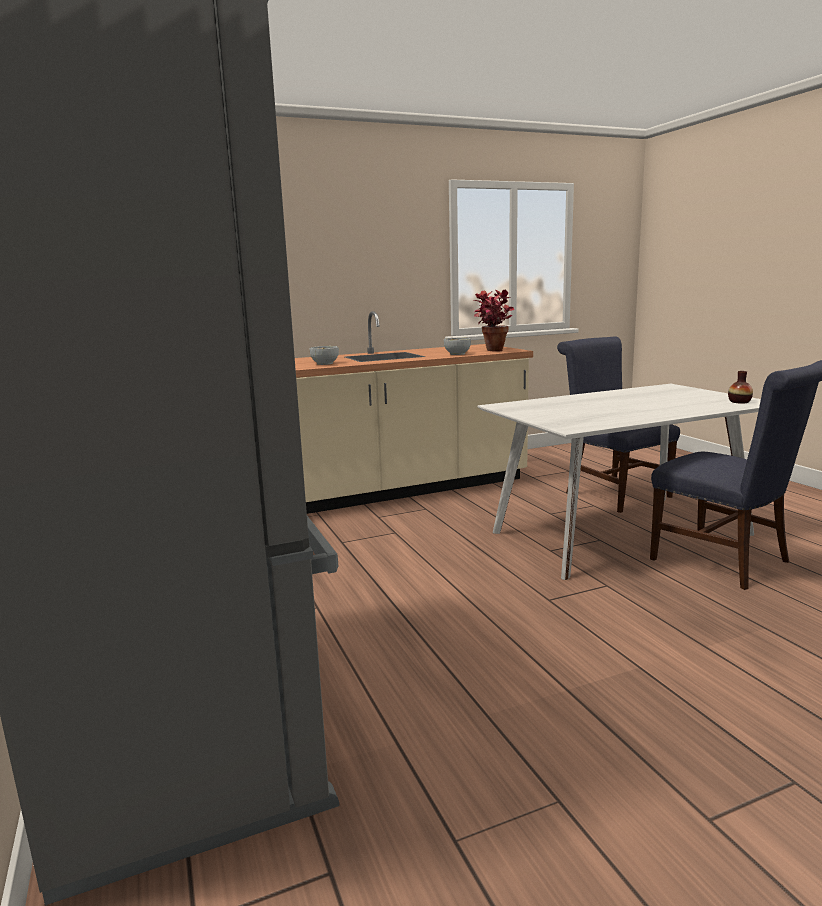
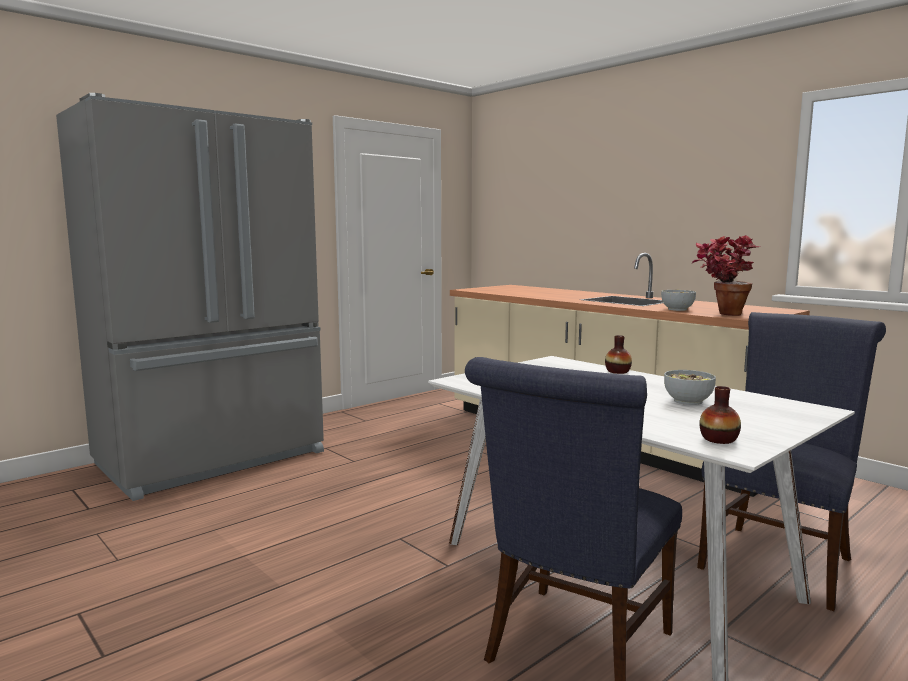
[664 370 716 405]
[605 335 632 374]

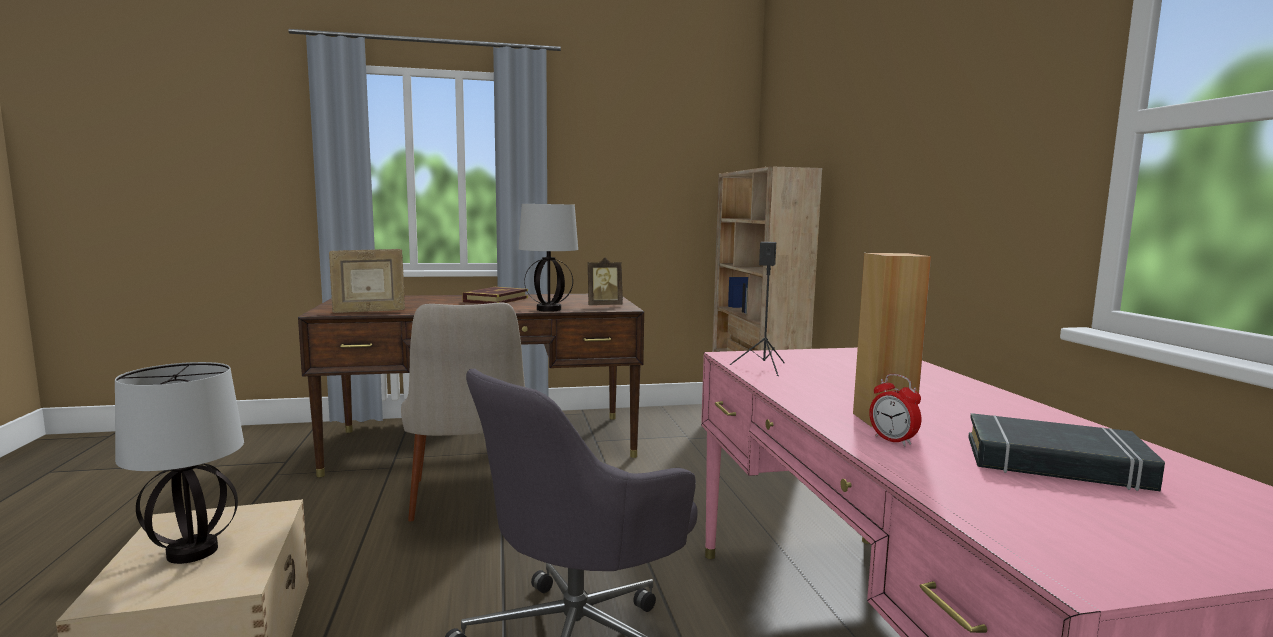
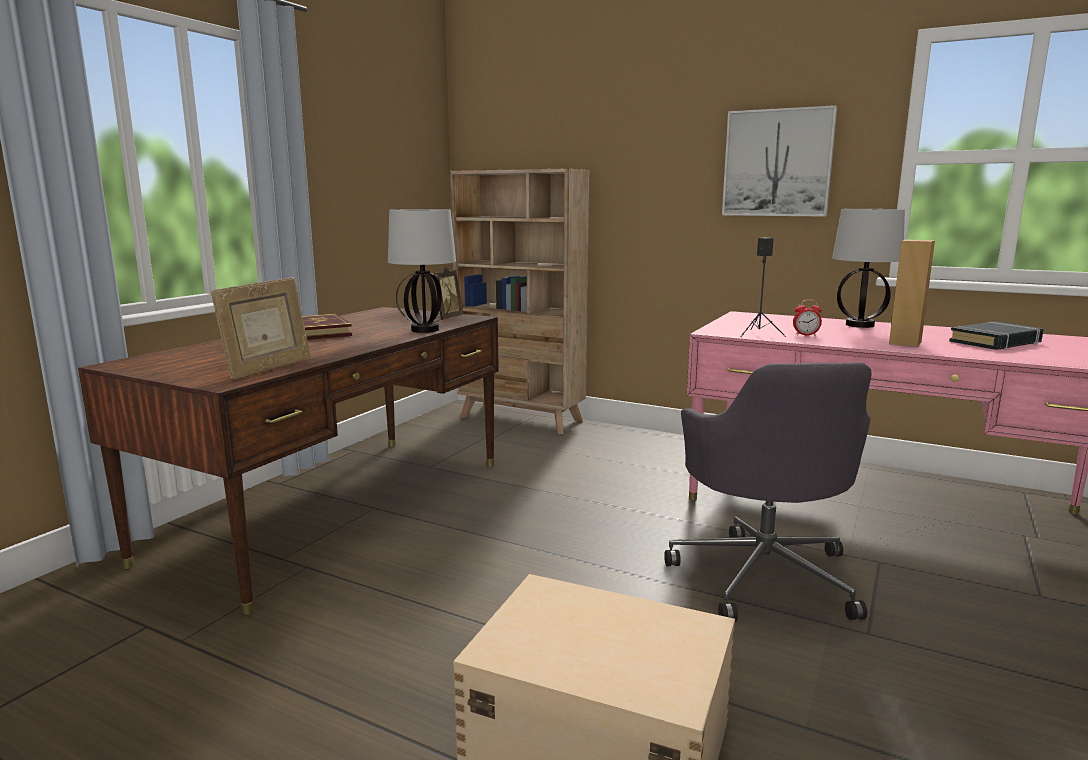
[832 209 905 328]
[401 303 525 521] (first image)
[793 300 822 336]
[722 105 838 217]

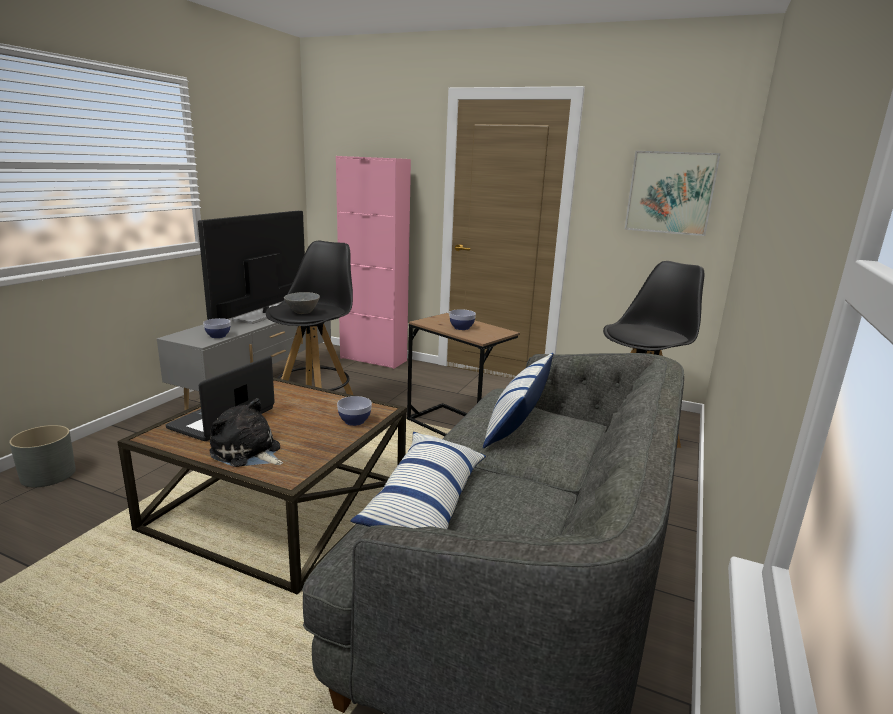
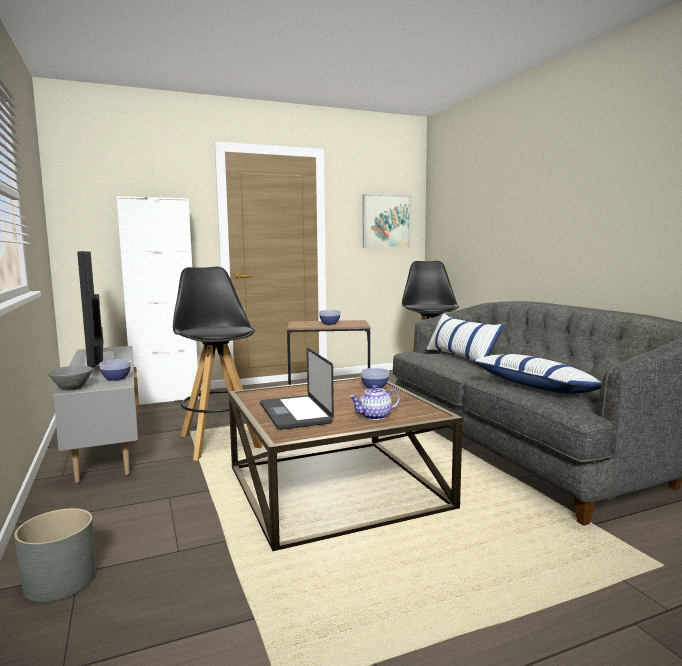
[349 385 400 420]
[48 365 93 390]
[117 196 199 405]

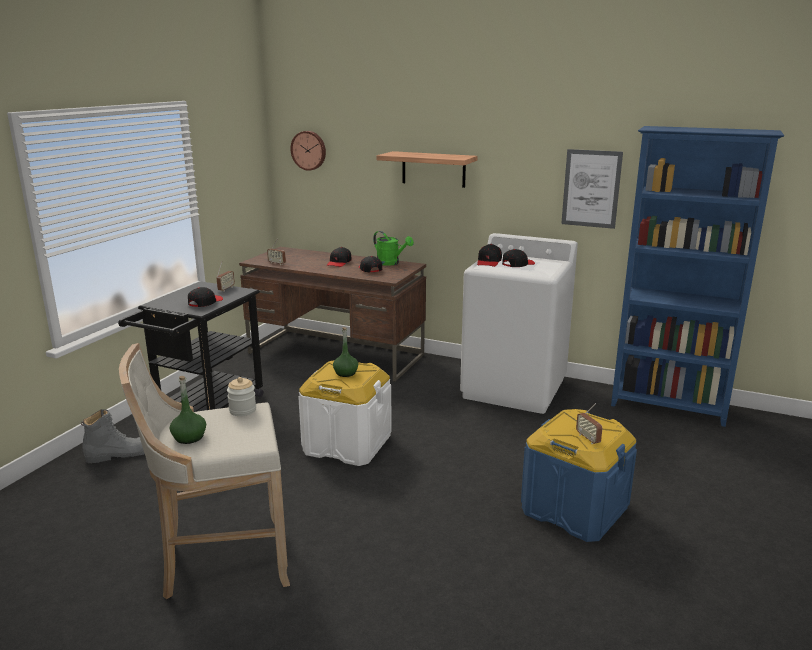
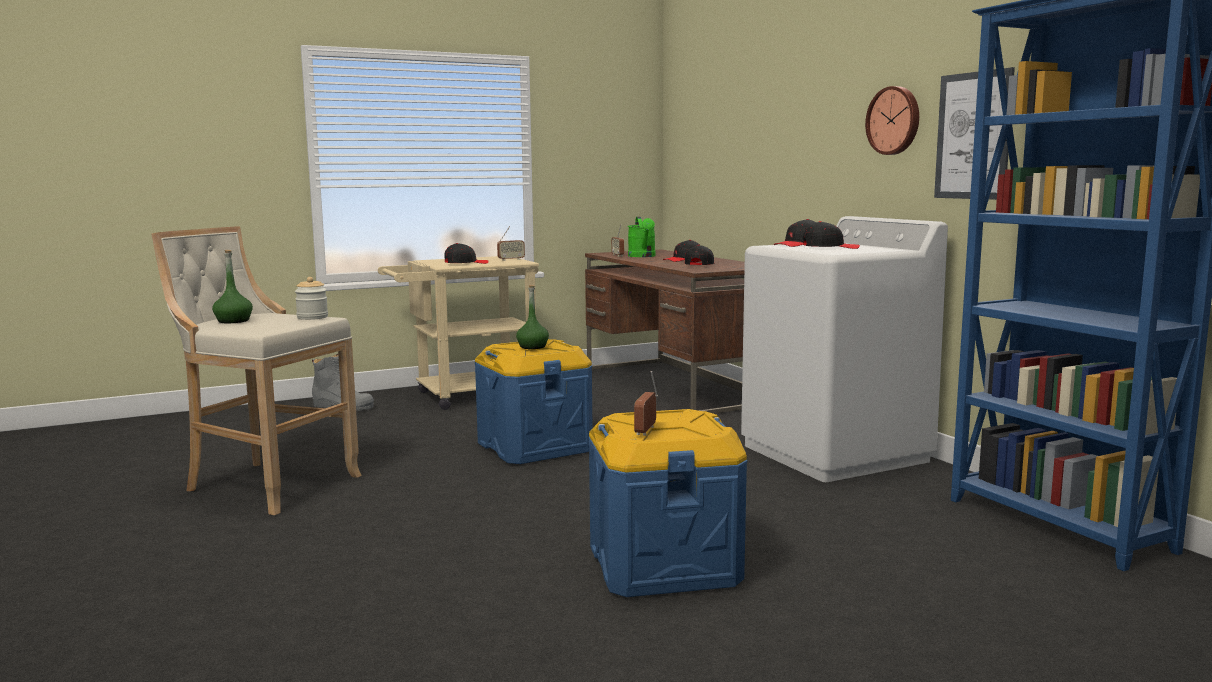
[378 256 539 410]
[865 86 919 155]
[475 339 592 464]
[628 217 656 257]
[376 151 477 188] (first image)

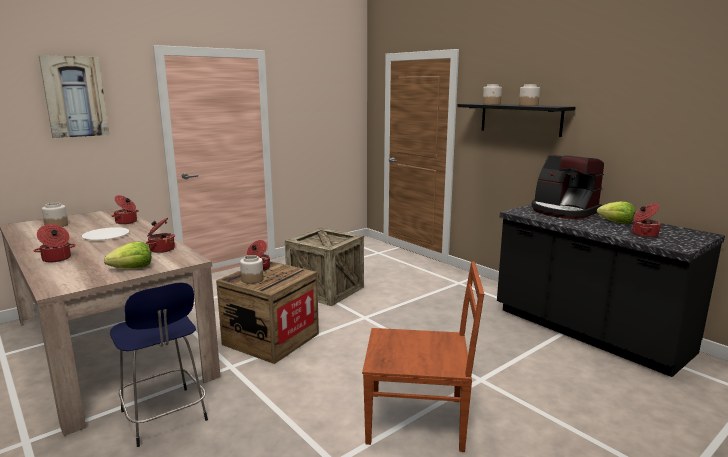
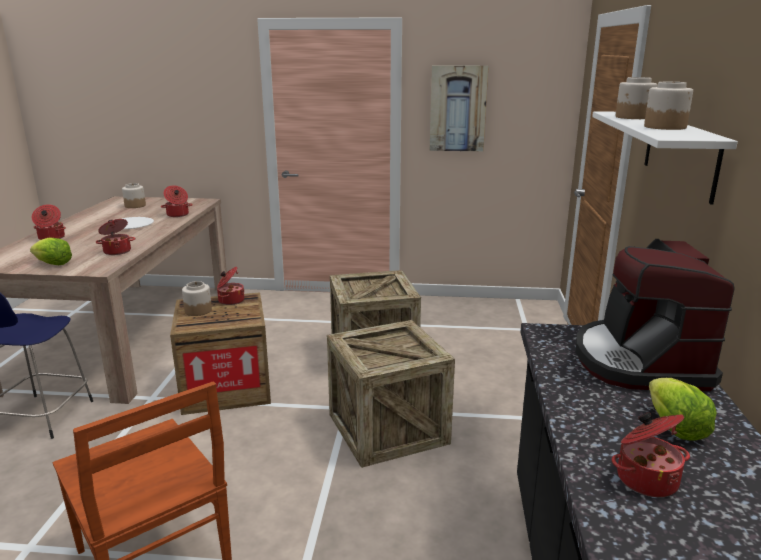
[430 65 489 151]
[592 111 738 205]
[327 320 455 468]

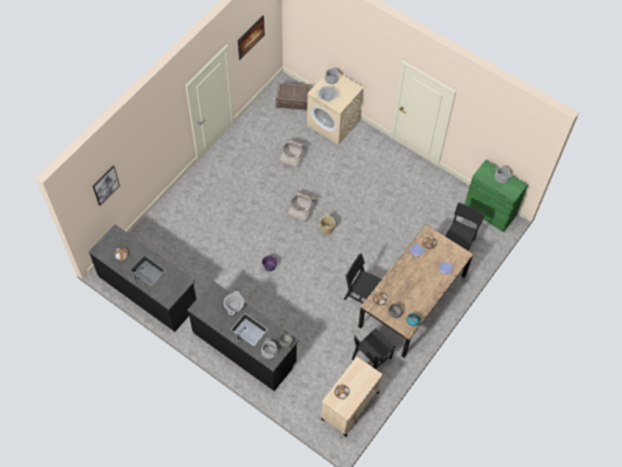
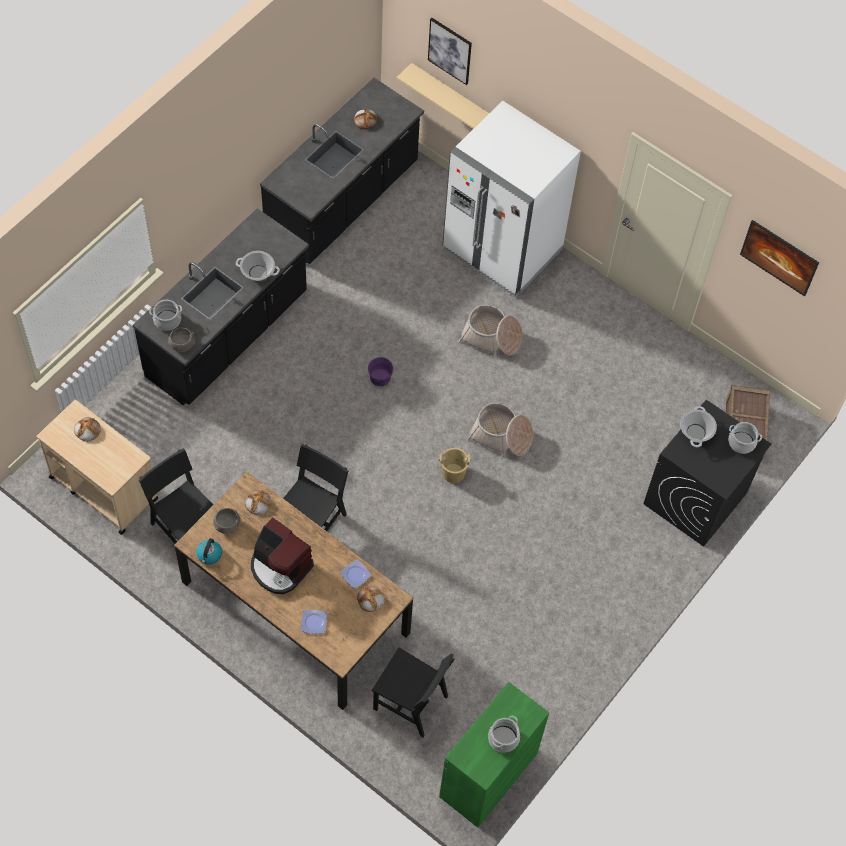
[458 305 523 357]
[643 400 771 547]
[251 517 314 594]
[397 63 489 129]
[443 101 581 297]

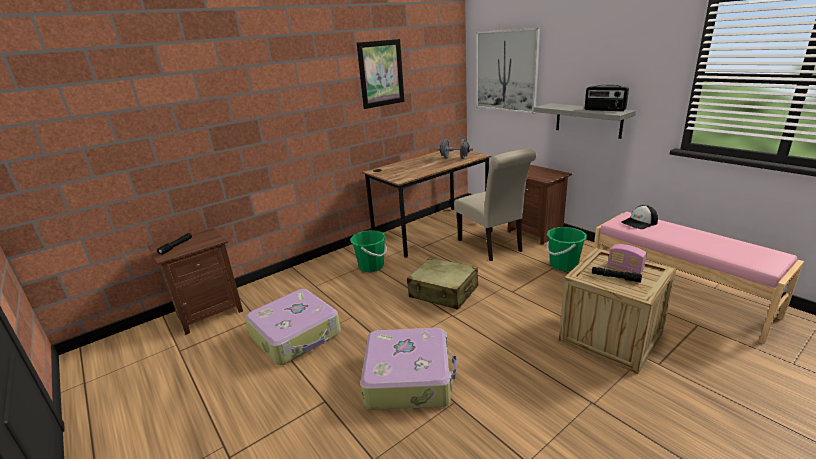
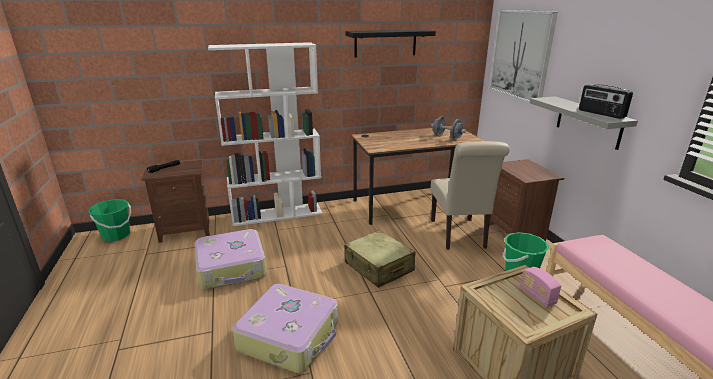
[88 199 131 241]
[345 29 436 57]
[592 267 642 283] (first image)
[621 205 658 229] (first image)
[208 42 323 226]

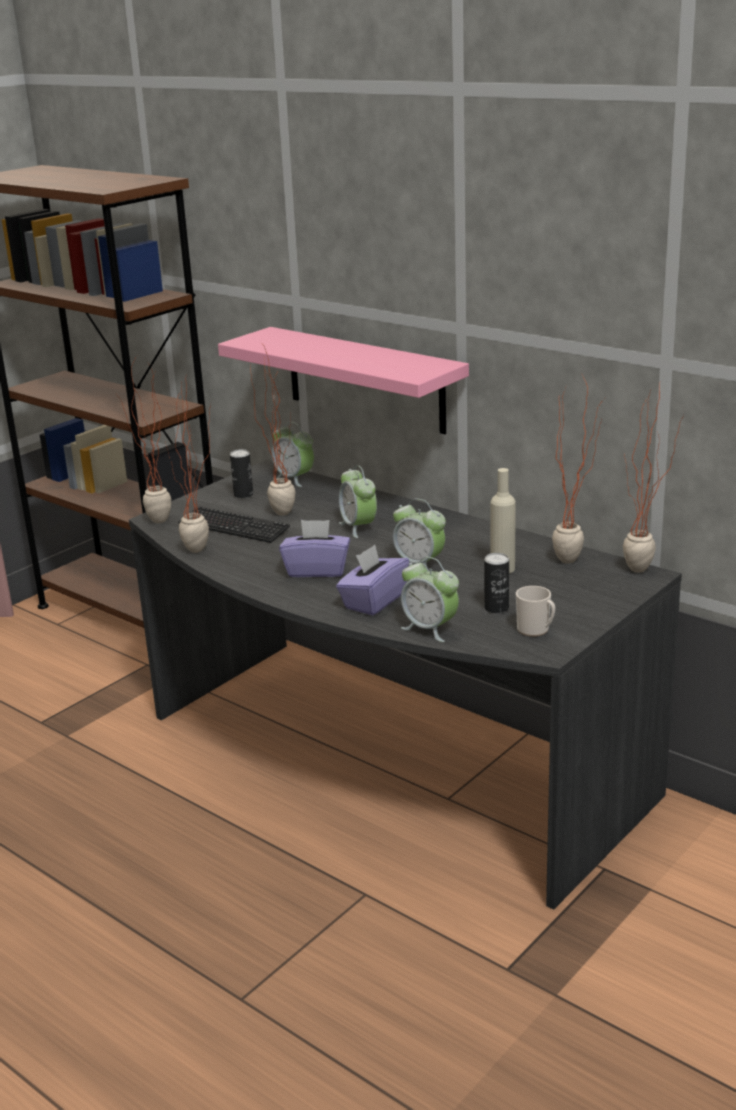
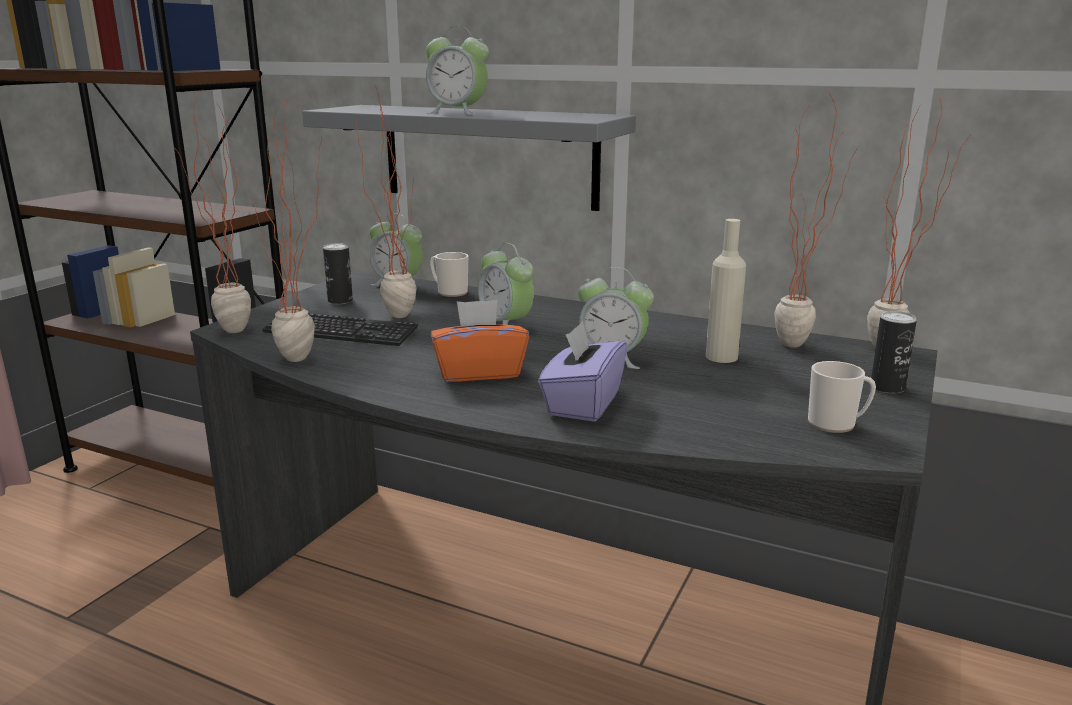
[302 105 636 211]
[431 300 529 382]
[426 26 489 115]
[871 311 917 393]
[430 252 468 297]

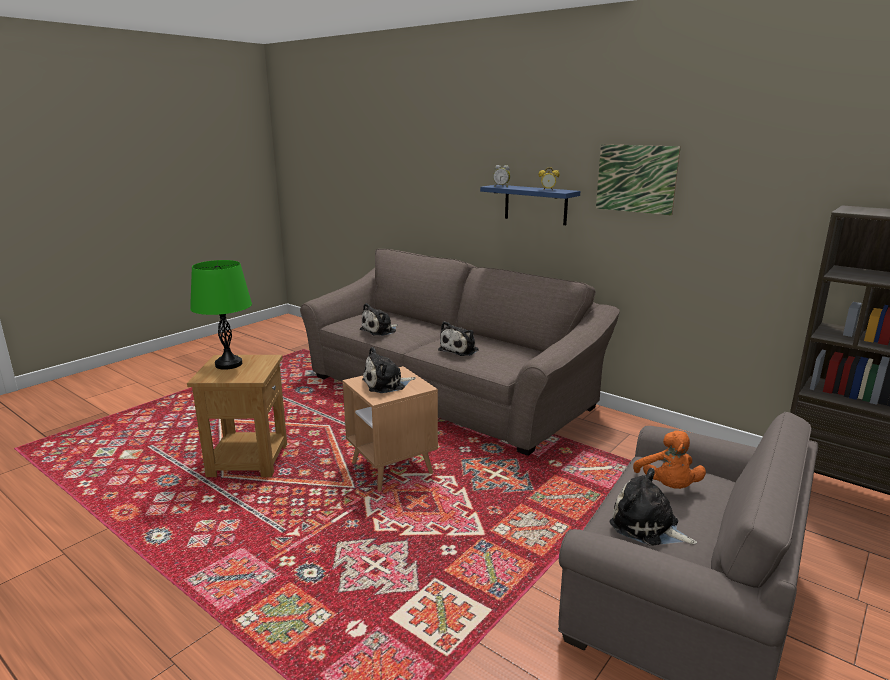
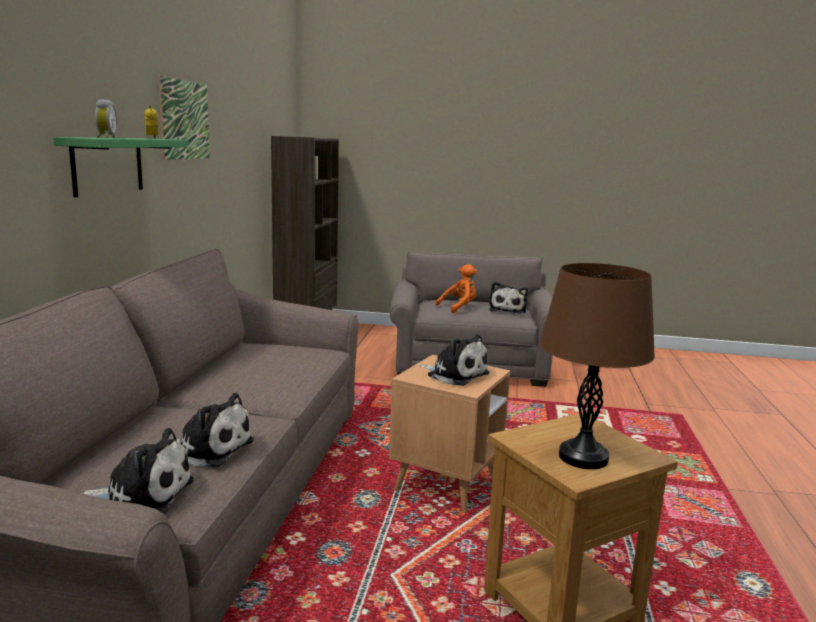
[540 263 655 469]
[82 428 194 514]
[53 137 187 197]

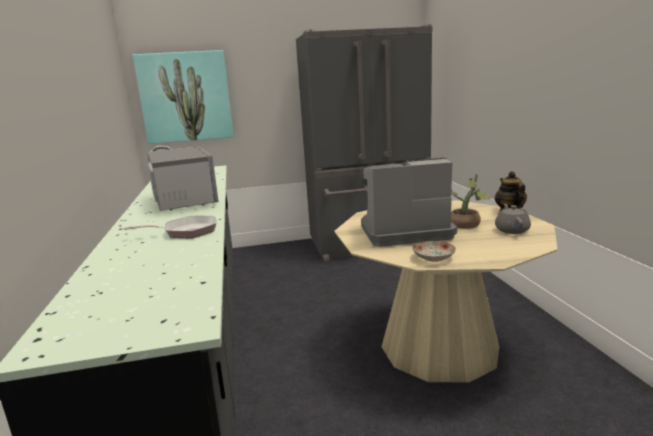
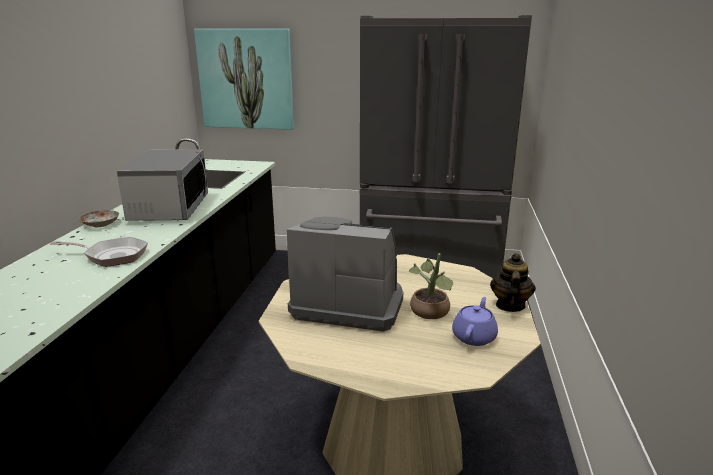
[79 210 119 227]
[452 297 498 346]

